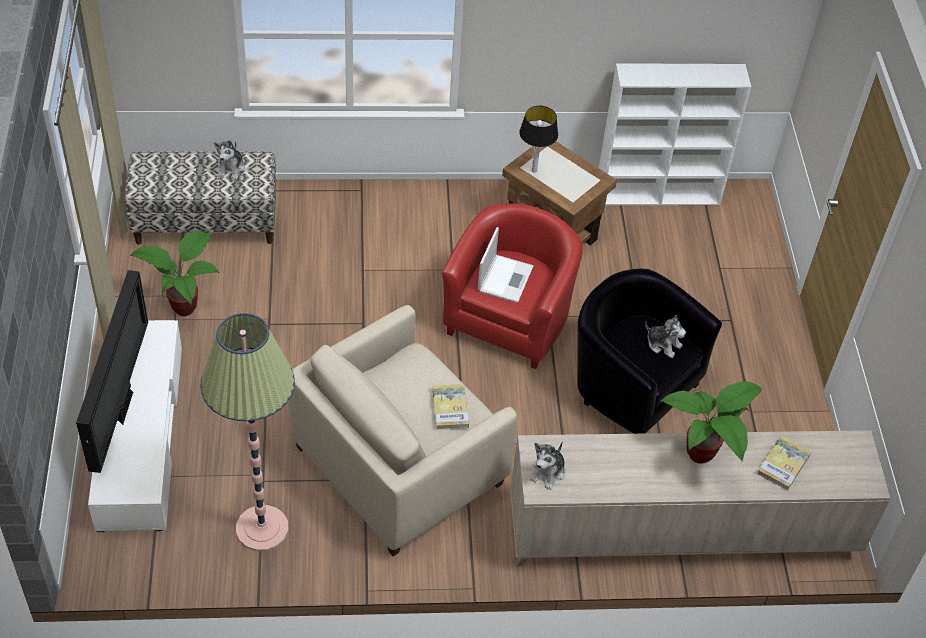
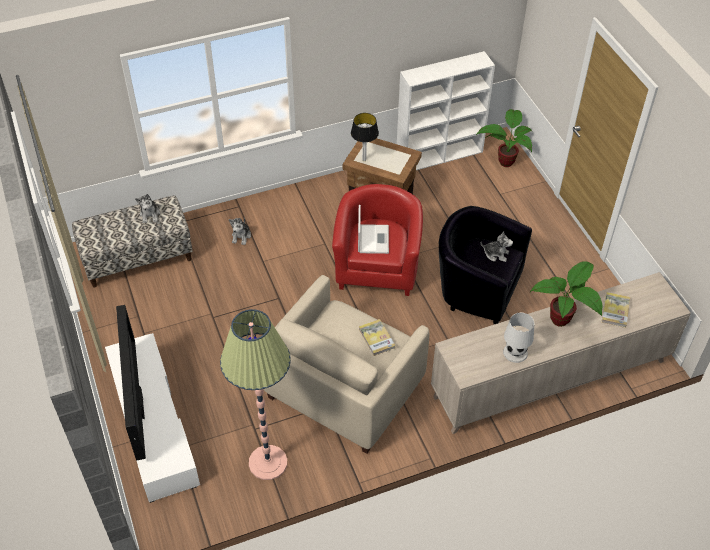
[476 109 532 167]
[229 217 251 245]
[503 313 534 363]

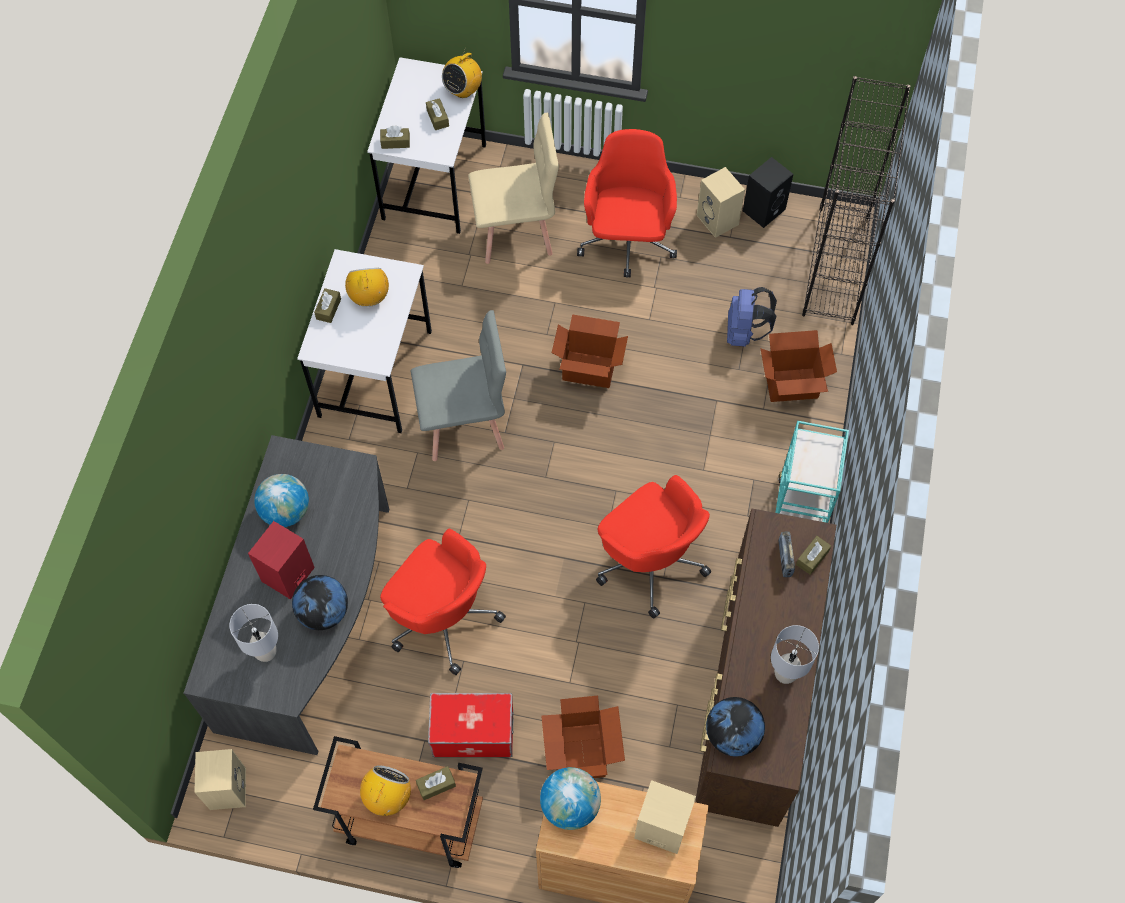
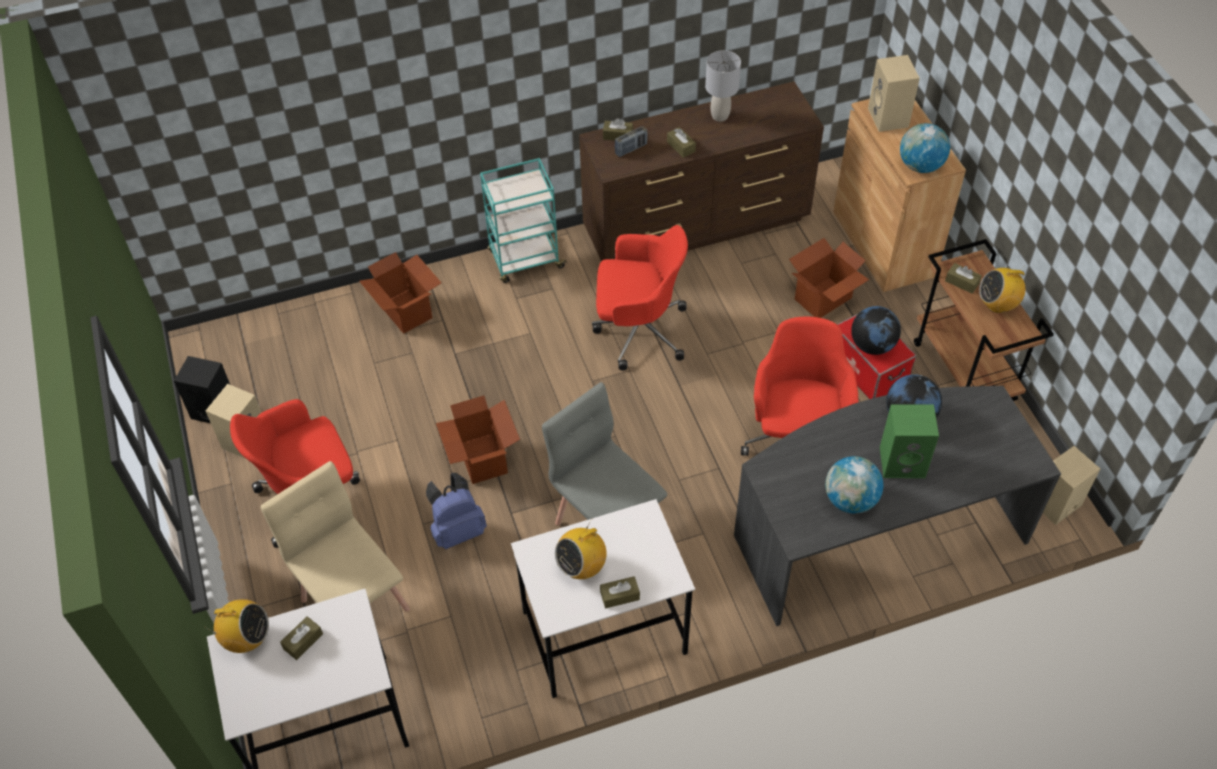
[229 604 278 662] (first image)
[880 404 939 478]
[667 127 696 158]
[592 225 688 371]
[851 306 901 355]
[426 473 487 549]
[802 76 910 325] (first image)

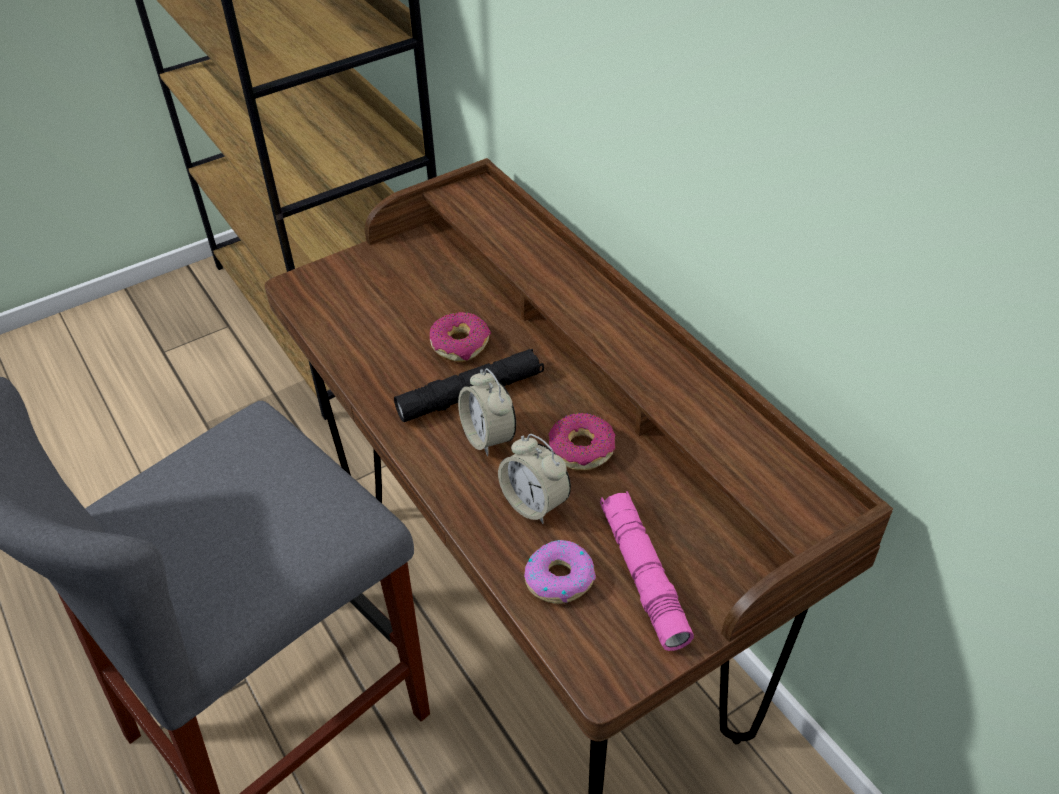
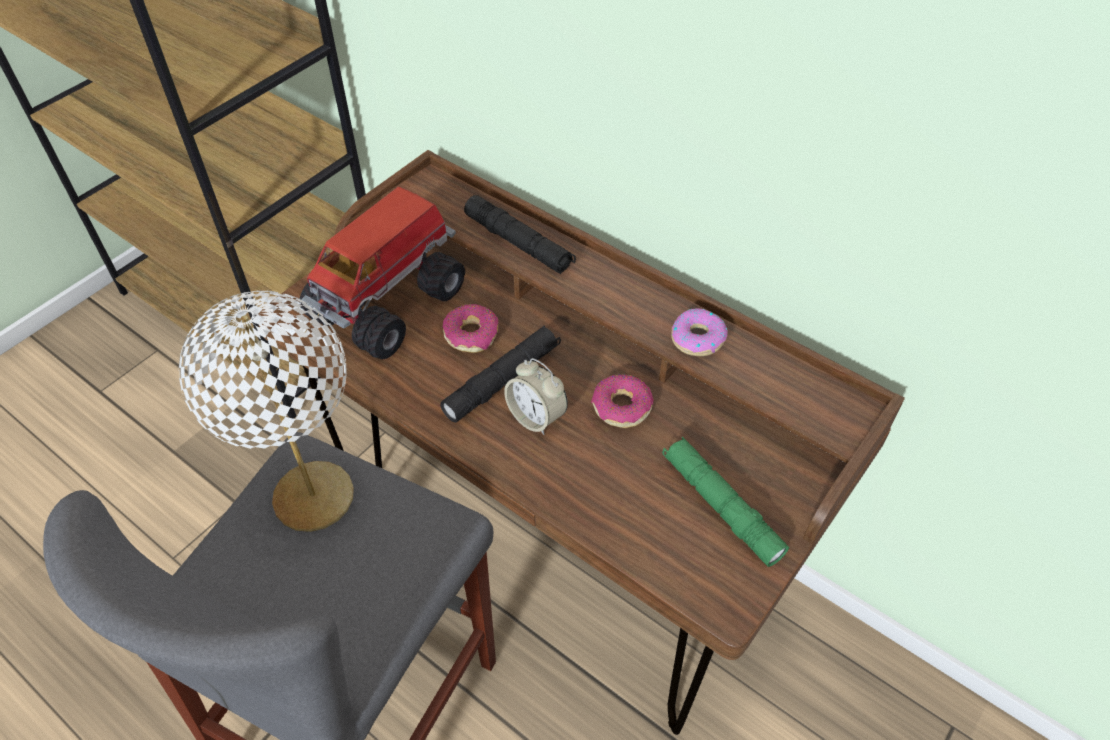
[498 434 571 524] (first image)
[671 308 728 356]
[662 437 789 567]
[179 291 354 532]
[299 187 465 359]
[464 195 576 274]

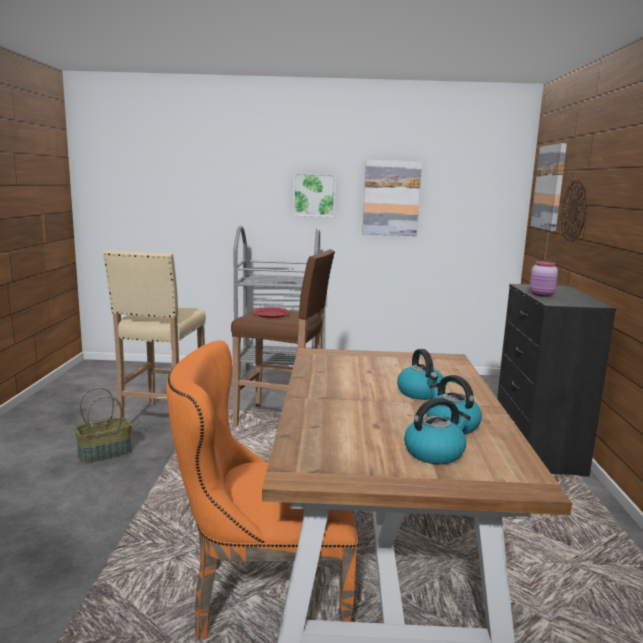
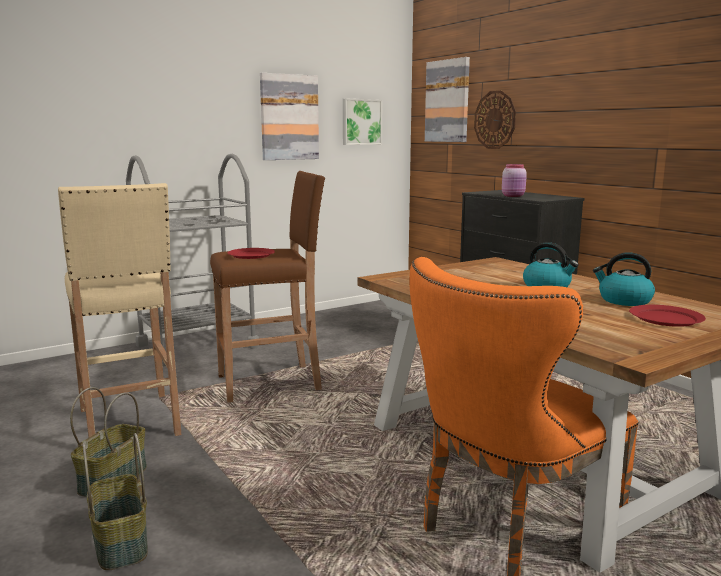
[343 99 382 145]
[629 305 706 327]
[82 433 148 570]

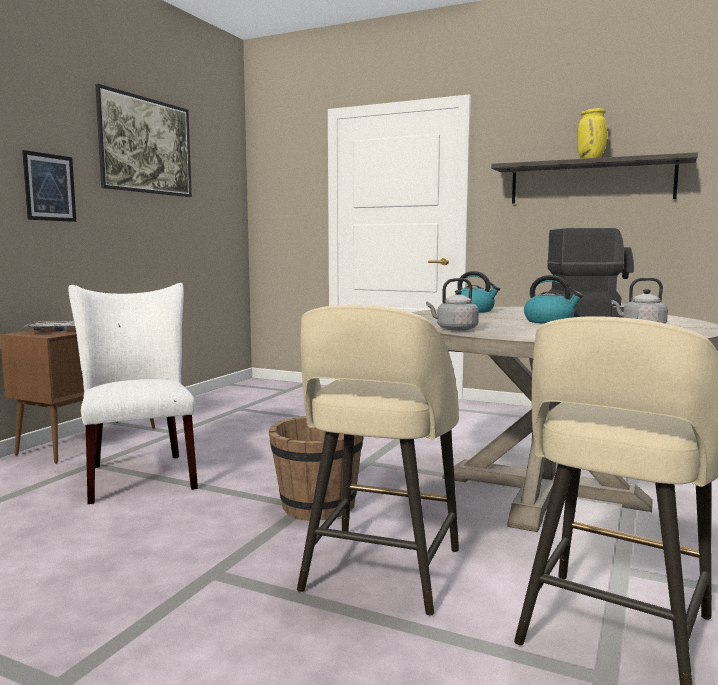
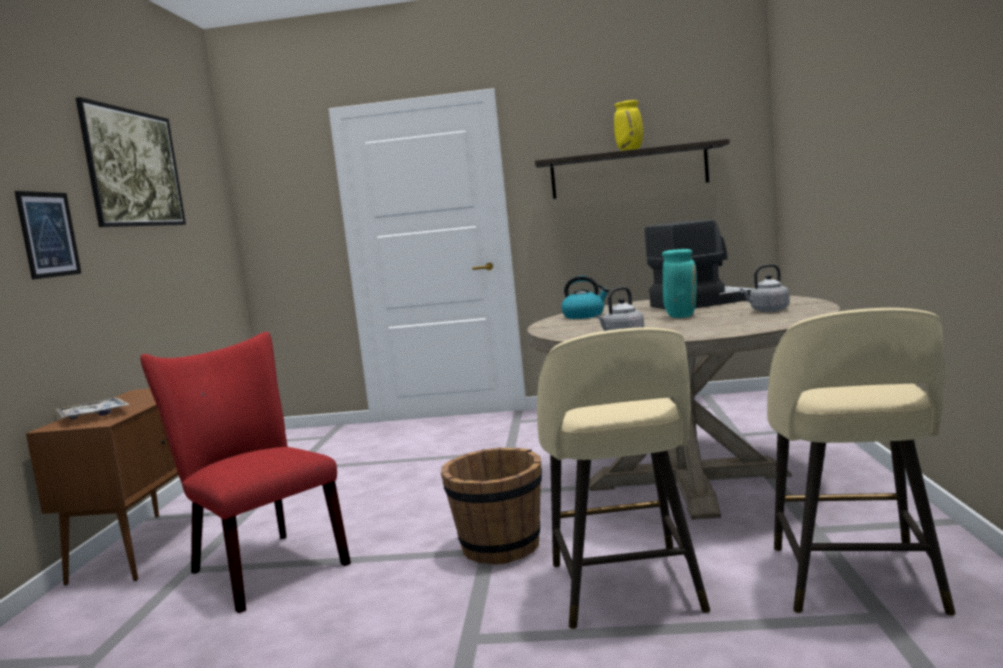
[140 332 351 613]
[662 249 696 318]

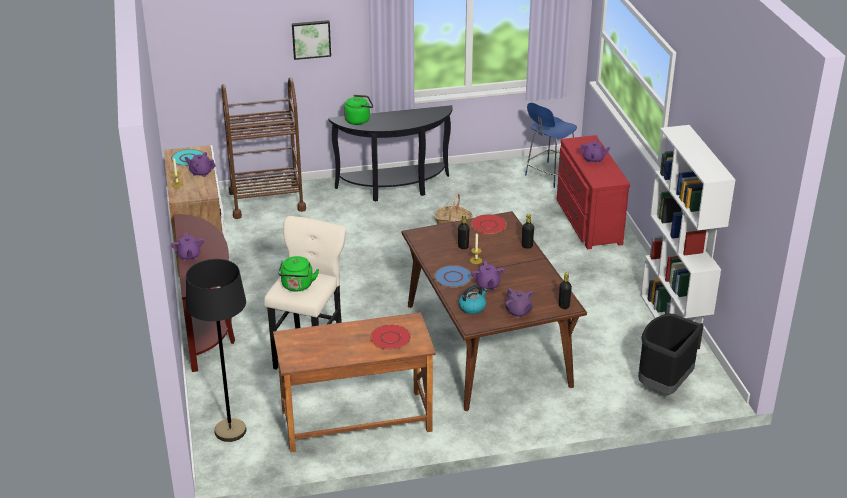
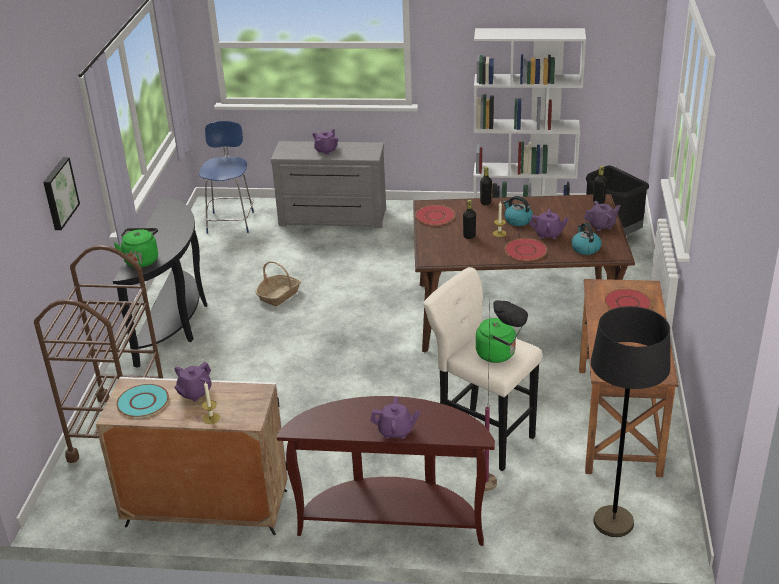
[505 238 547 261]
[199 121 254 234]
[271 141 386 228]
[484 300 528 491]
[503 196 533 226]

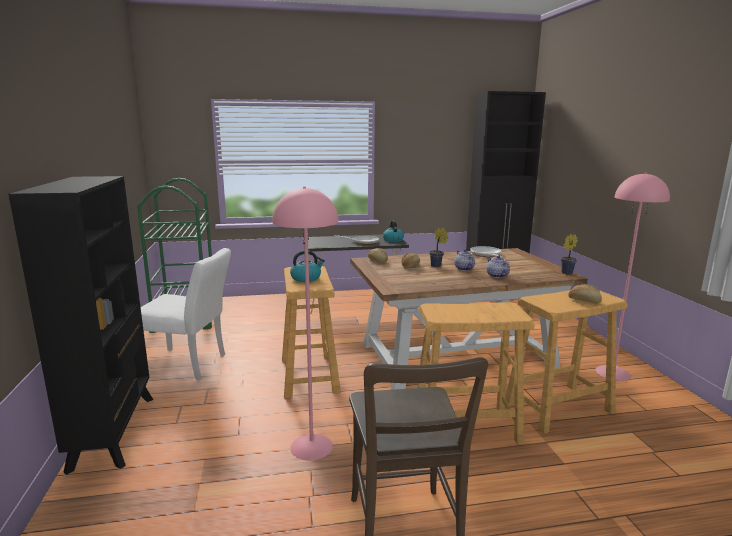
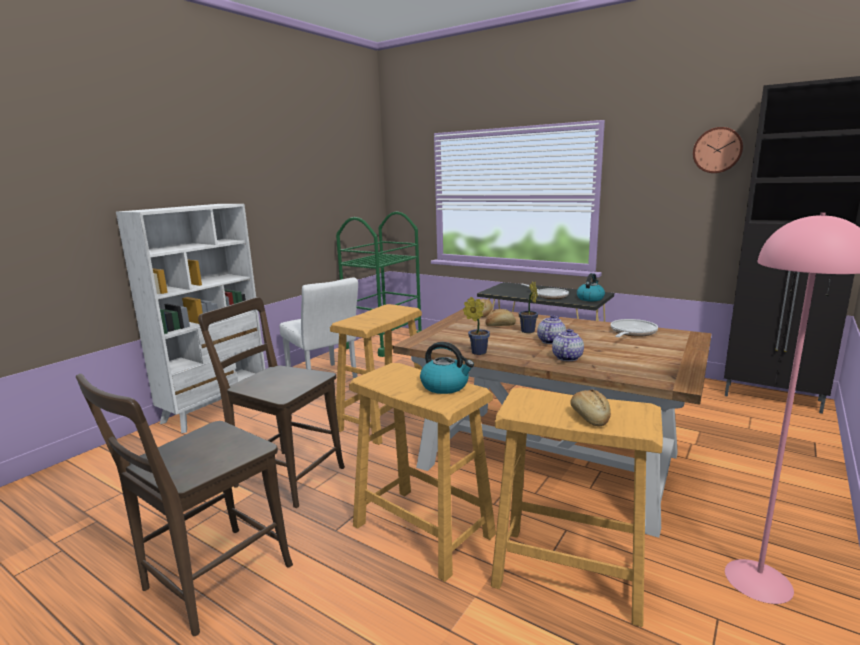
[116 204 265 433]
[198 297 345 508]
[420 342 474 394]
[463 297 490 355]
[693 127 743 173]

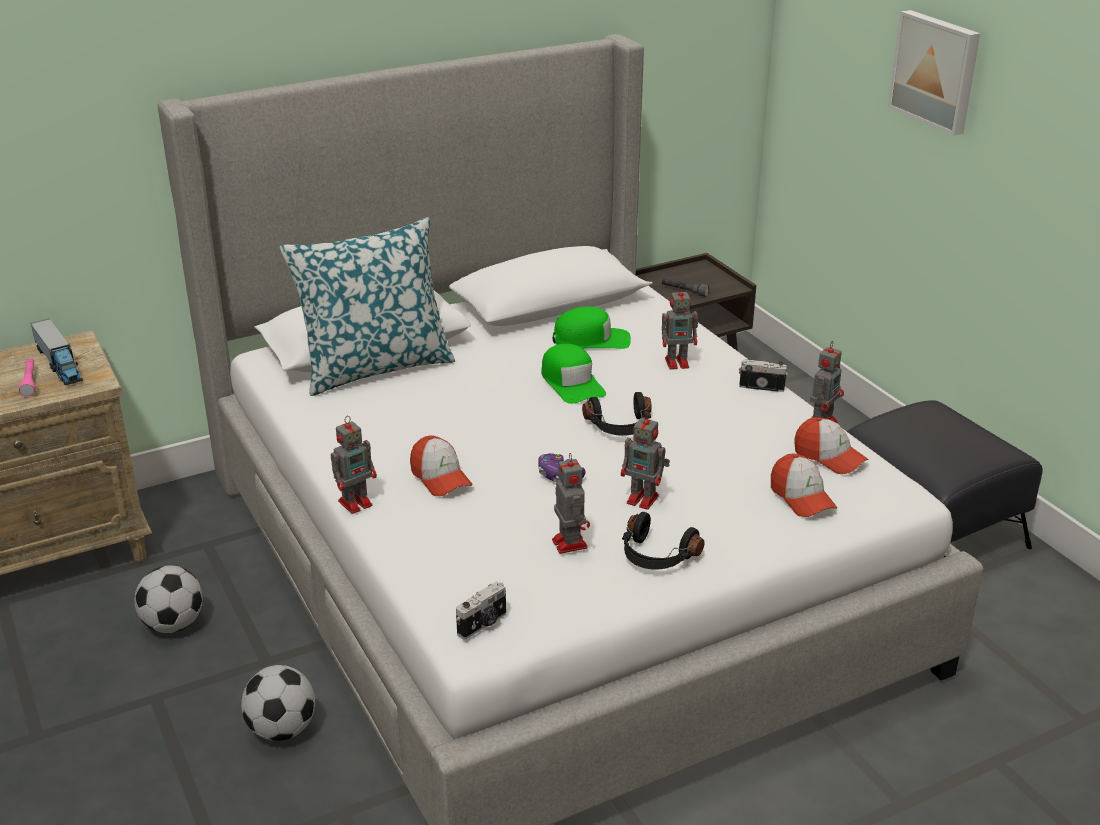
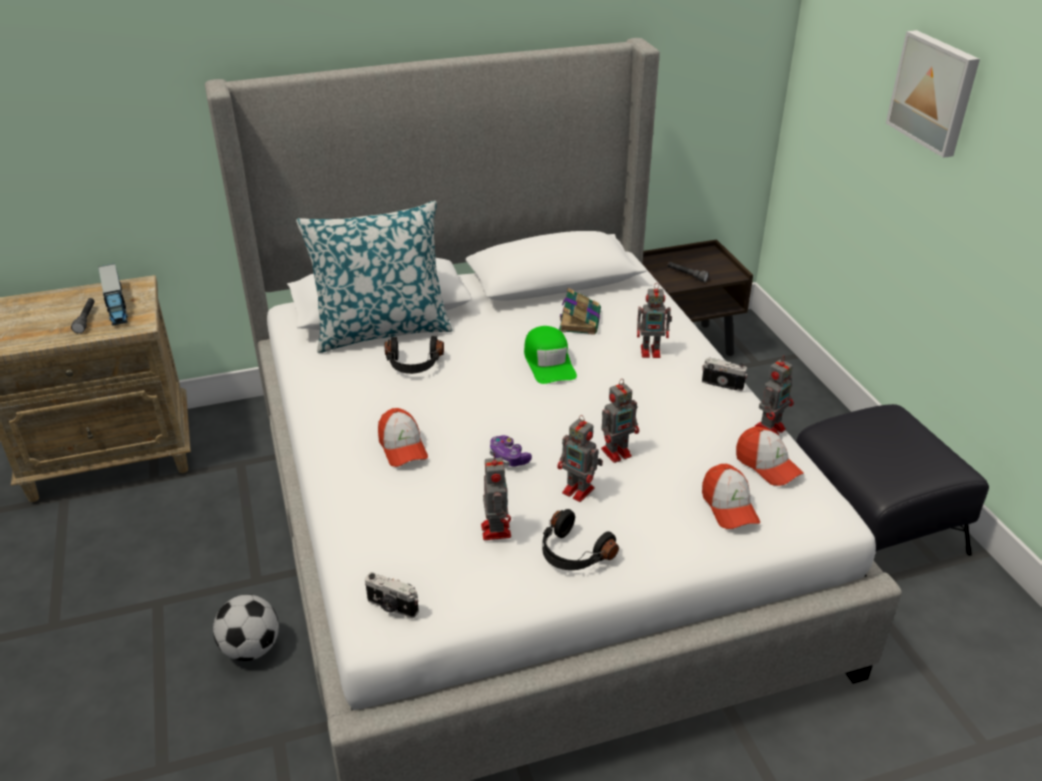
[71 298 95 334]
[134 565 203 633] (first image)
[601 379 639 463]
[365 572 419 618]
[559 288 601 335]
[385 336 444 374]

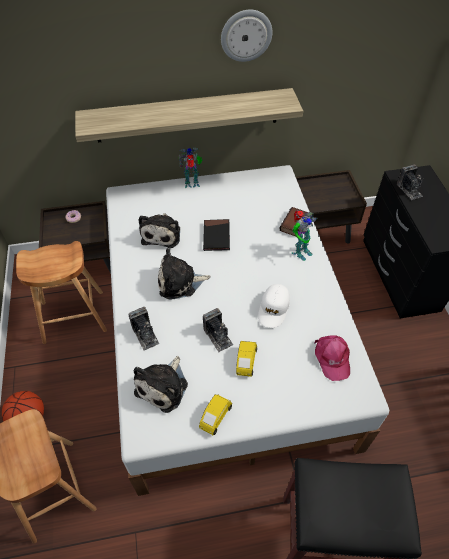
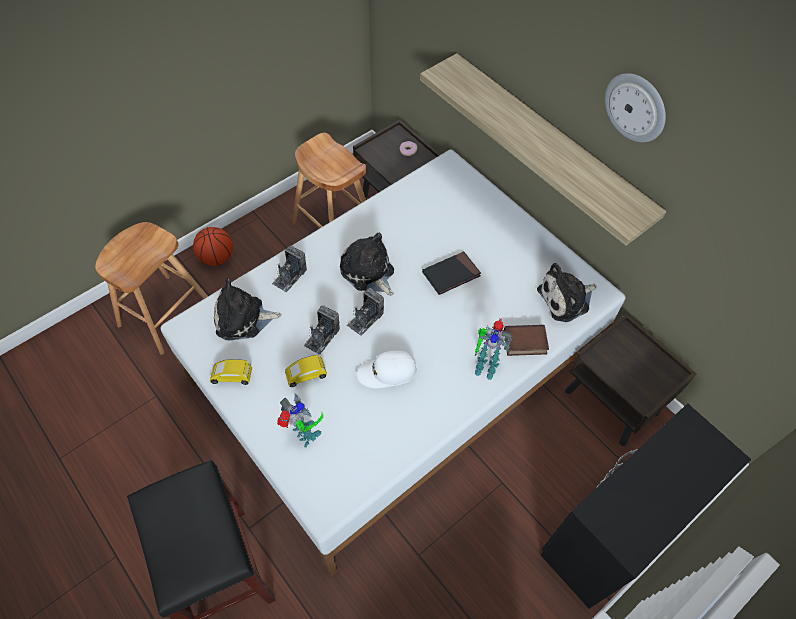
[537 263 596 322]
[277 394 323 447]
[314 335 350 381] (first image)
[347 288 384 336]

